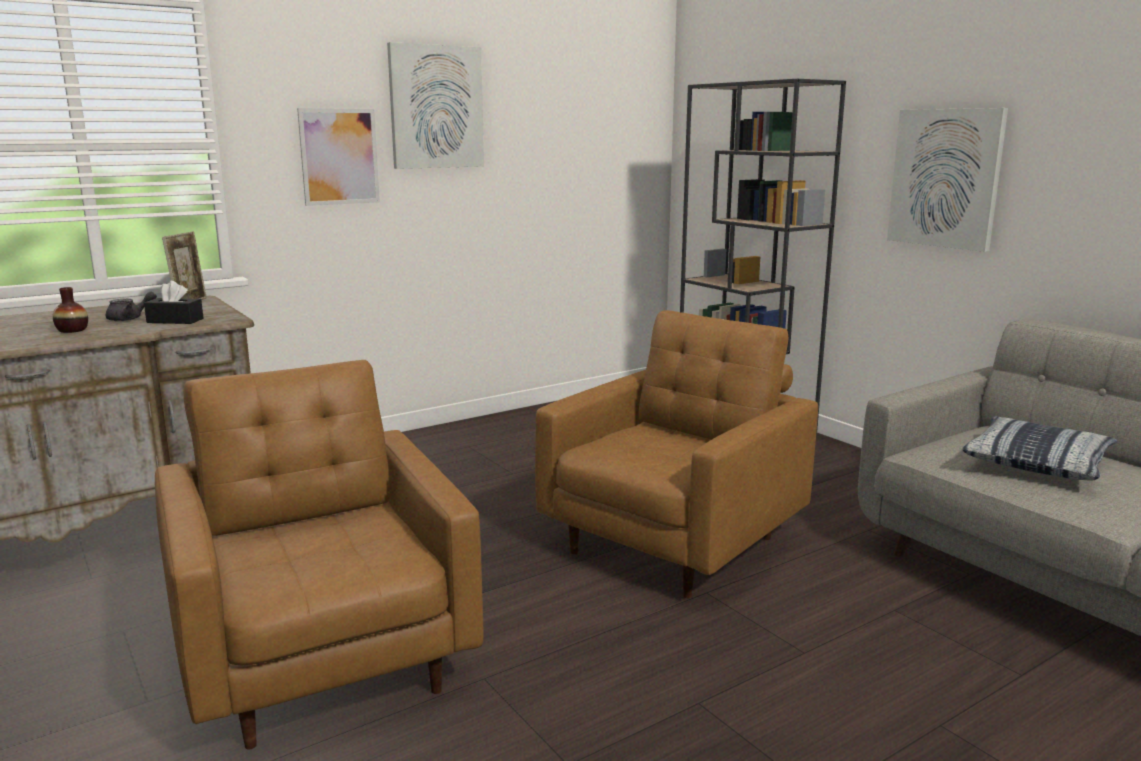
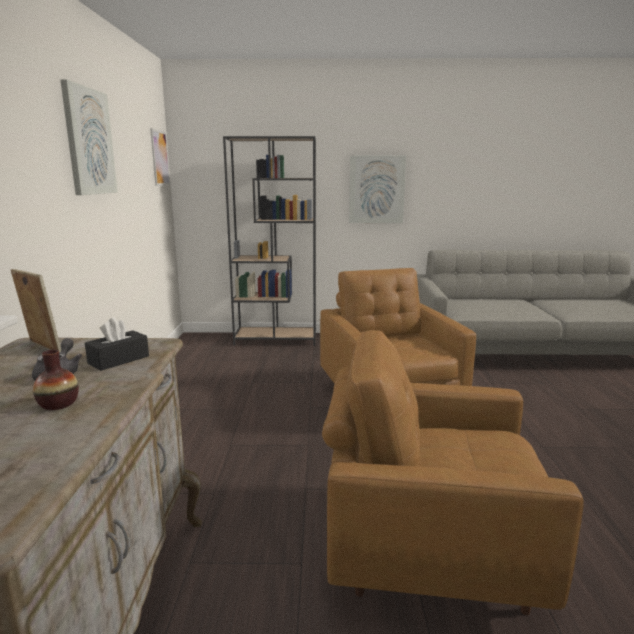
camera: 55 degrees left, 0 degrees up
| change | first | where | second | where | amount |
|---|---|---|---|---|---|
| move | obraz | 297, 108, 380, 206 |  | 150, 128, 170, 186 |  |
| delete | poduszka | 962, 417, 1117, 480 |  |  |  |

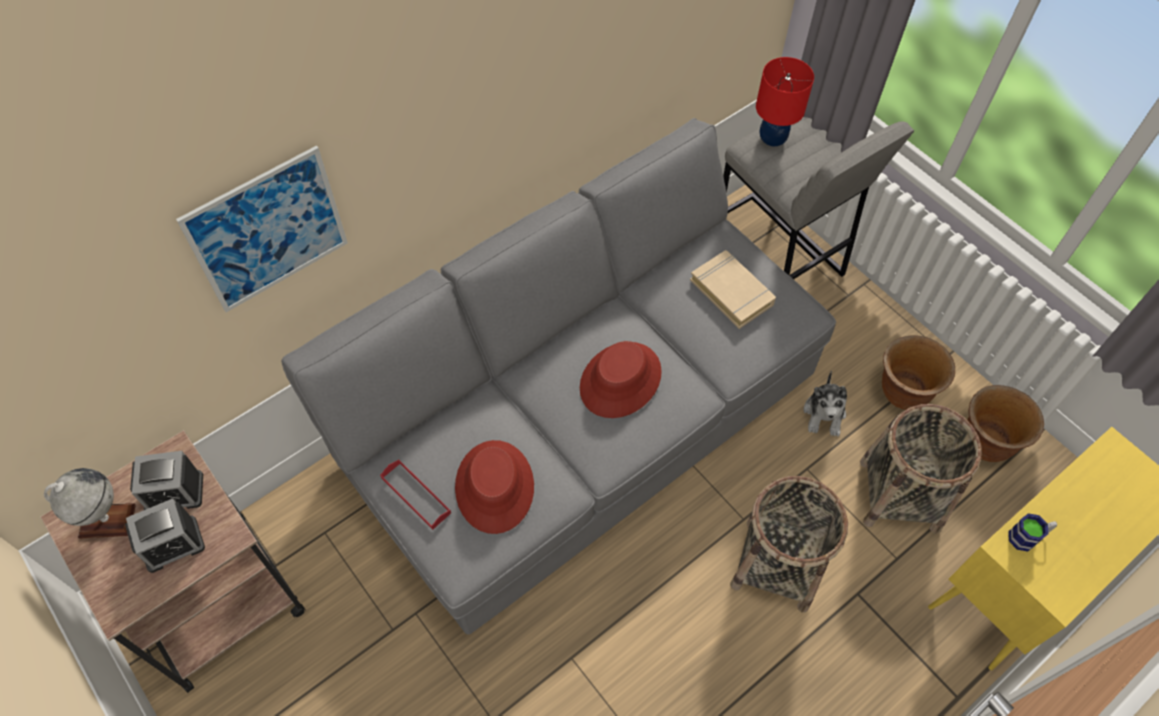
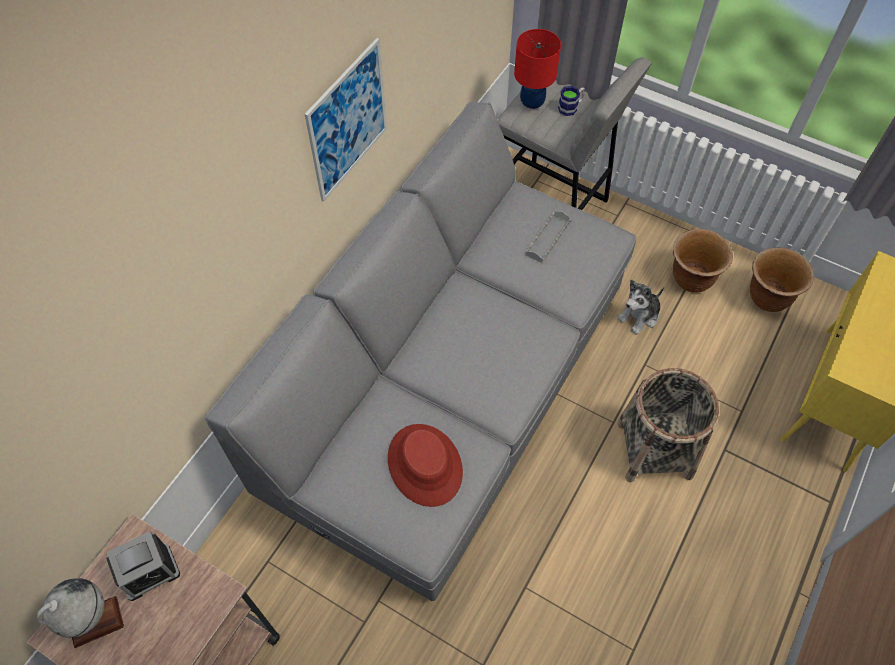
camera: 20 degrees left, 0 degrees up
| change | first | where | second | where | amount |
|---|---|---|---|---|---|
| move | obraz | 176, 146, 348, 312 |  | 305, 38, 387, 202 |  |
| replace | książka (beżowy) | 690, 250, 776, 329 | taca (szary) | 526, 211, 571, 263 |  |
| move | kubek | 1008, 513, 1057, 551 |  | 558, 86, 585, 116 |  |
| rotate | pluszak | 803, 371, 847, 437 |  | 617, 279, 664, 335 | 60 degrees clockwise |
| delete | budzik | 125, 498, 205, 573 |  |  |  |
| delete | taca (czerwony) | 380, 460, 451, 530 |  |  |  |
| delete | kapelusz (czerwony) | 580, 341, 662, 418 |  |  |  |
| delete | koszyk | 860, 404, 982, 534 |  |  |  |

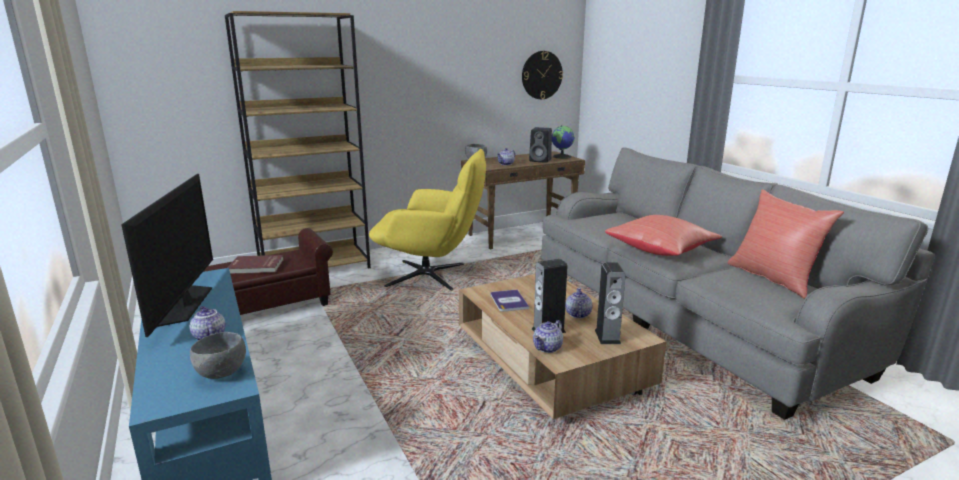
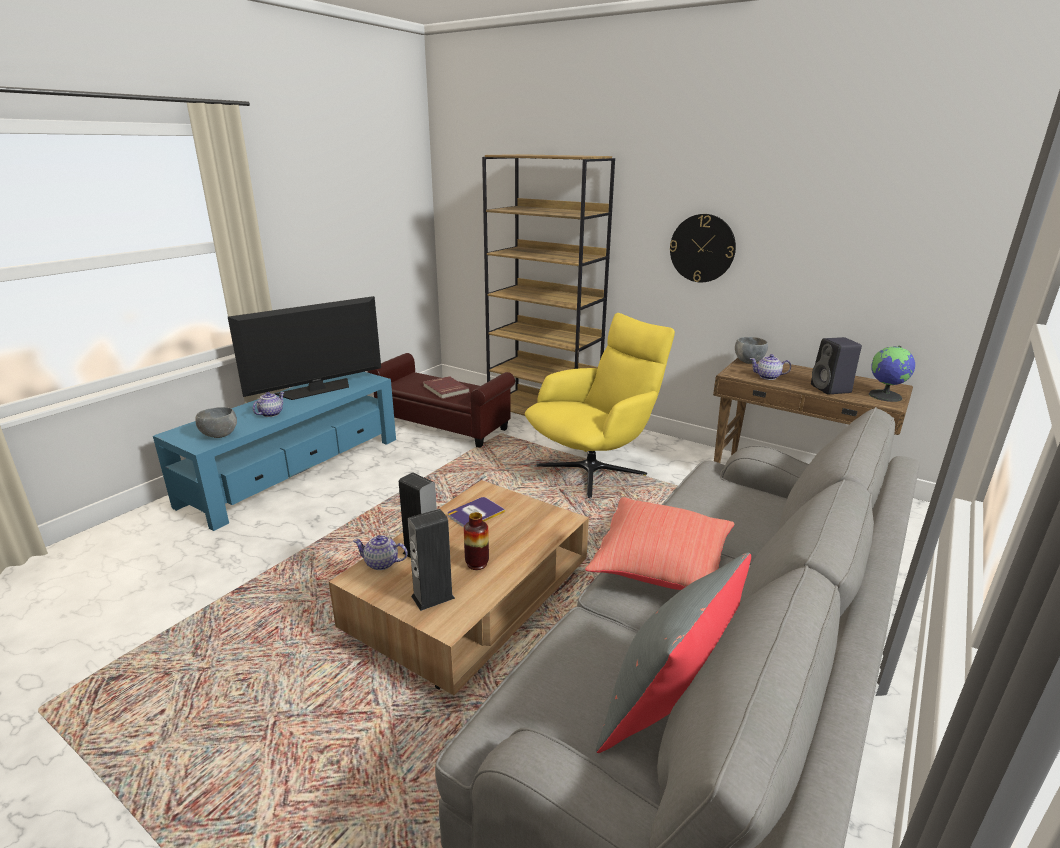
camera: 60 degrees right, 5 degrees up
| change | first | where | second | where | amount |
|---|---|---|---|---|---|
| replace | imbryk | 565, 288, 593, 318 | wazon | 464, 512, 489, 570 |  |
| rotate | fotel (żółty) | 369, 149, 486, 291 |  | 525, 313, 675, 498 | 105 degrees counterclockwise |
| recolor | poduszka (czerwony) | 727, 190, 844, 299 | poduszka (szary) | 596, 553, 751, 753 |  |
| move | zegar ścienny | 522, 51, 563, 99 |  | 670, 214, 736, 282 |  |

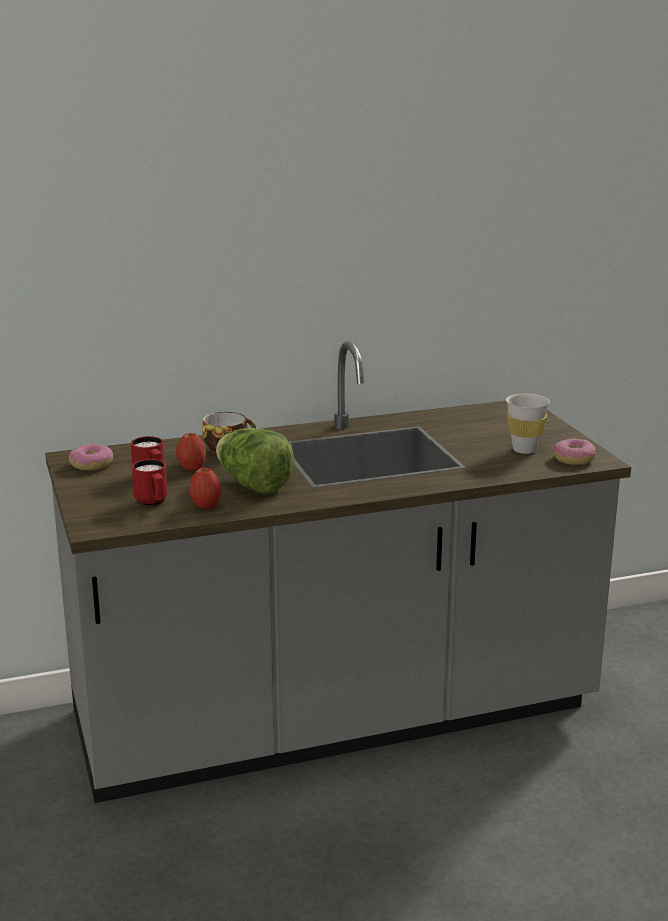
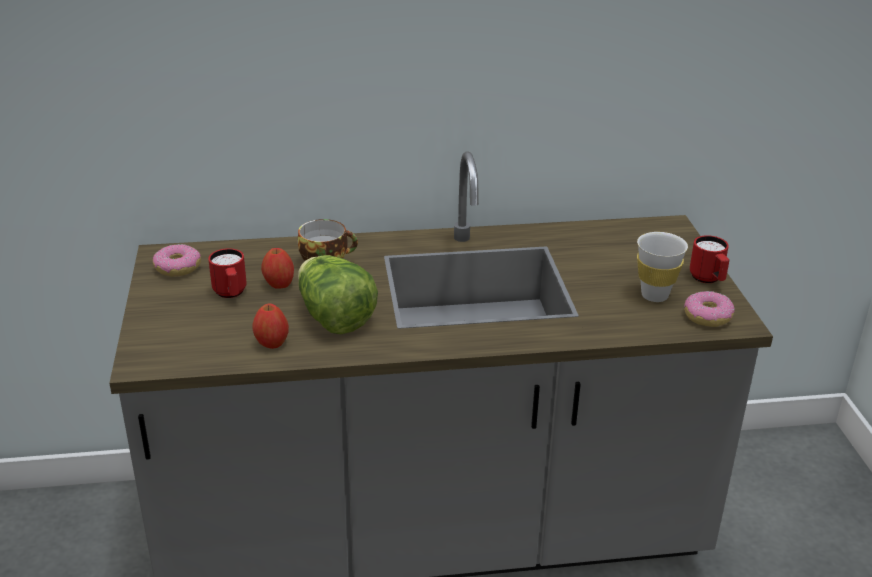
camera: 10 degrees right, 10 degrees up
| change | first | where | second | where | amount |
|---|---|---|---|---|---|
| move | kubek (czerwony) | 132, 459, 167, 506 |  | 690, 235, 729, 283 |  |

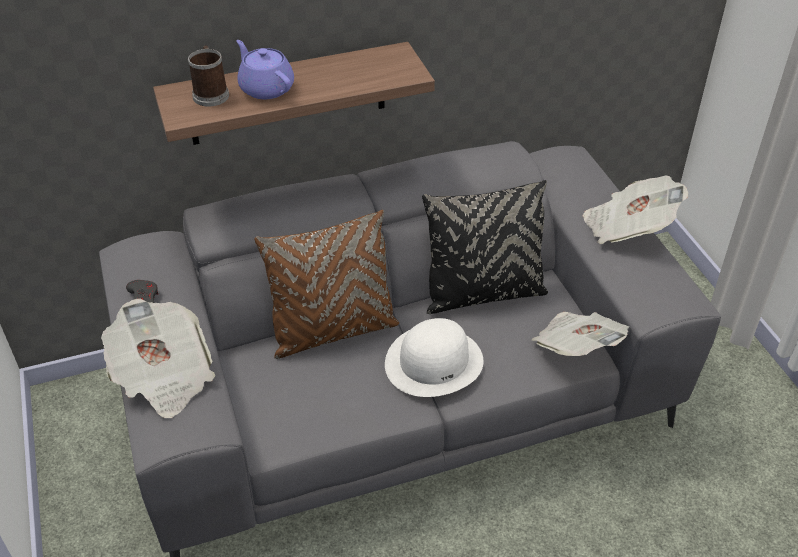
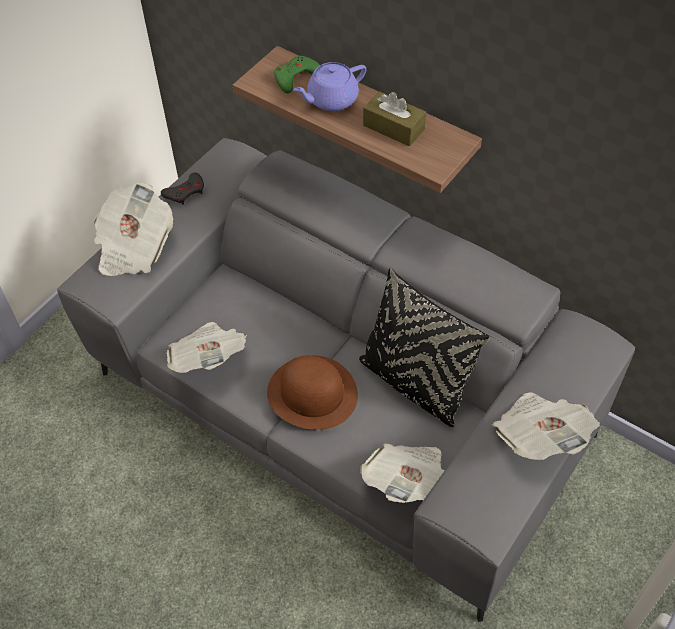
camera: 55 degrees right, 10 degrees up
| change | first | where | second | where | amount |
|---|---|---|---|---|---|
| insert |  |  | gazeta | 167, 322, 247, 373 |  |
| recolor | kapelusz (biały) | 385, 318, 484, 397 | kapelusz (brązowy) | 267, 356, 358, 430 |  |
| replace | kubek | 188, 46, 229, 106 | pad do gier (zielony) | 274, 56, 320, 93 |  |
| rotate | imbryk (fioletowy) | 236, 40, 294, 99 |  | 293, 62, 366, 111 | 135 degrees counterclockwise |
| insert |  |  | pudełko chusteczek (brązowy) | 363, 91, 426, 147 |  |
| delete | poduszka (brązowy) | 254, 210, 399, 359 |  |  |  |

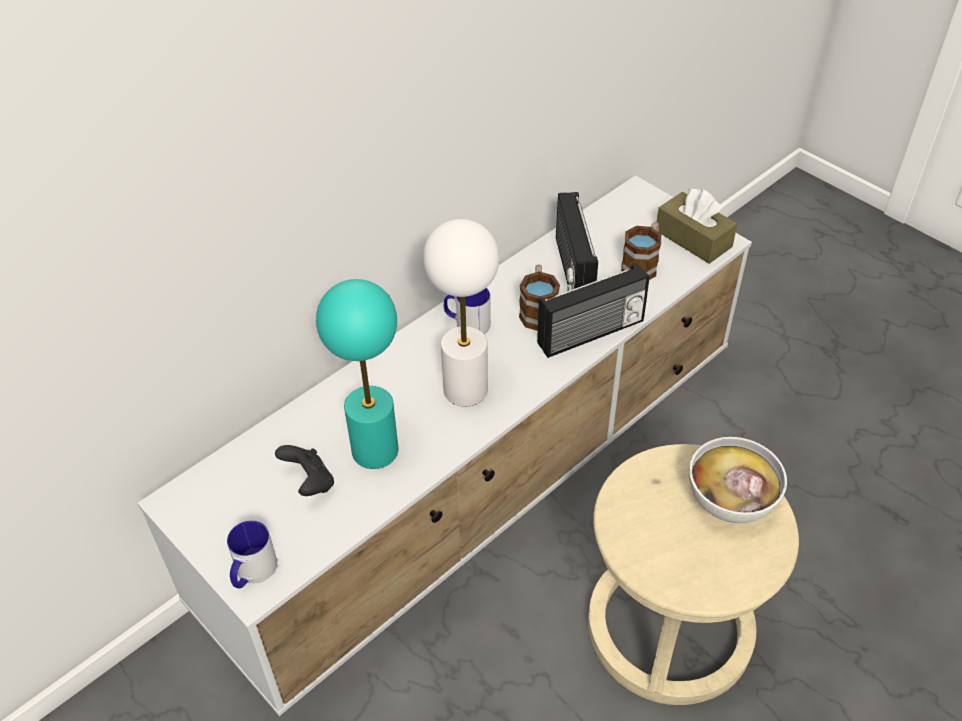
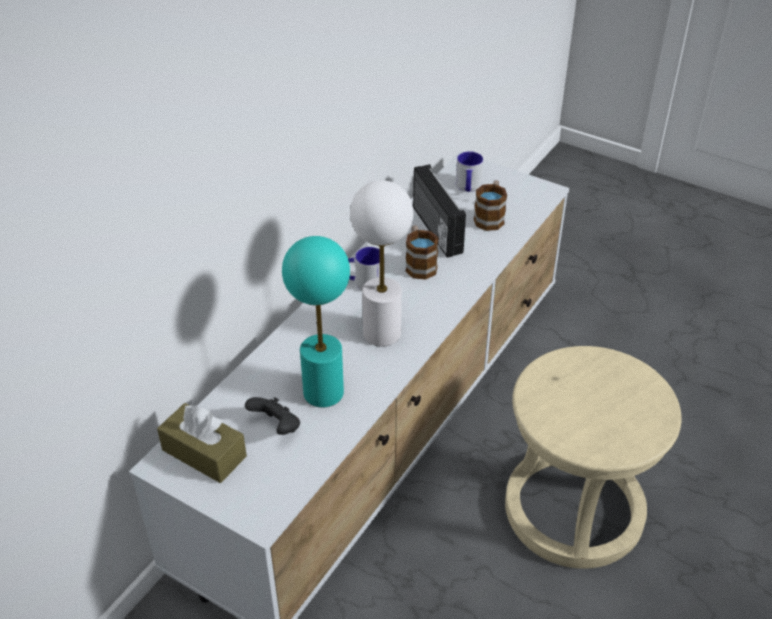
camera: 15 degrees left, 5 degrees down
| change | first | where | second | where | amount |
|---|---|---|---|---|---|
| move | pudełko chusteczek (brązowy) | 657, 188, 737, 264 |  | 157, 403, 247, 483 |  |
| move | kubek | 227, 520, 277, 588 |  | 456, 151, 483, 192 |  |
| delete | radio | 537, 263, 650, 358 |  |  |  |
| delete | miska | 689, 437, 787, 523 |  |  |  |

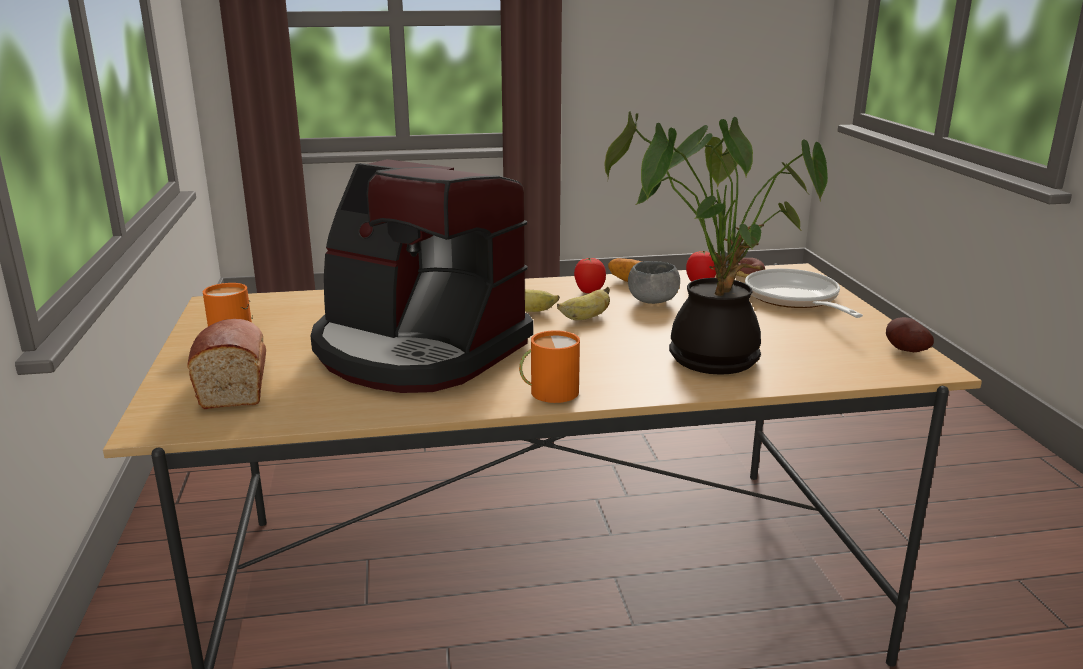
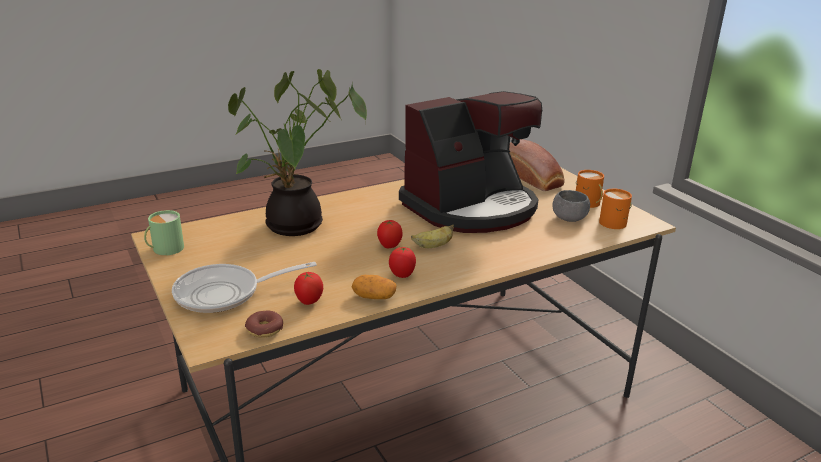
camera: 160 degrees right, 5 degrees up
| change | first | where | second | where | amount |
|---|---|---|---|---|---|
| replace | ziemniak | 886, 317, 934, 352 | kubek (zielony) | 144, 210, 184, 256 |  |
| rotate | patelnia | 745, 269, 863, 318 |  | 172, 262, 317, 313 | 105 degrees clockwise |
| replace | banan | 557, 287, 610, 320 | pomidor | 377, 220, 403, 248 |  |
| rotate | ekspres do kawy | 311, 159, 533, 393 |  | 399, 91, 542, 233 | 135 degrees clockwise |
| move | miska (szary) | 628, 261, 680, 304 |  | 552, 190, 590, 222 |  |
| move | kubek (pomarańczowy) | 519, 330, 580, 403 |  | 599, 189, 632, 229 |  |

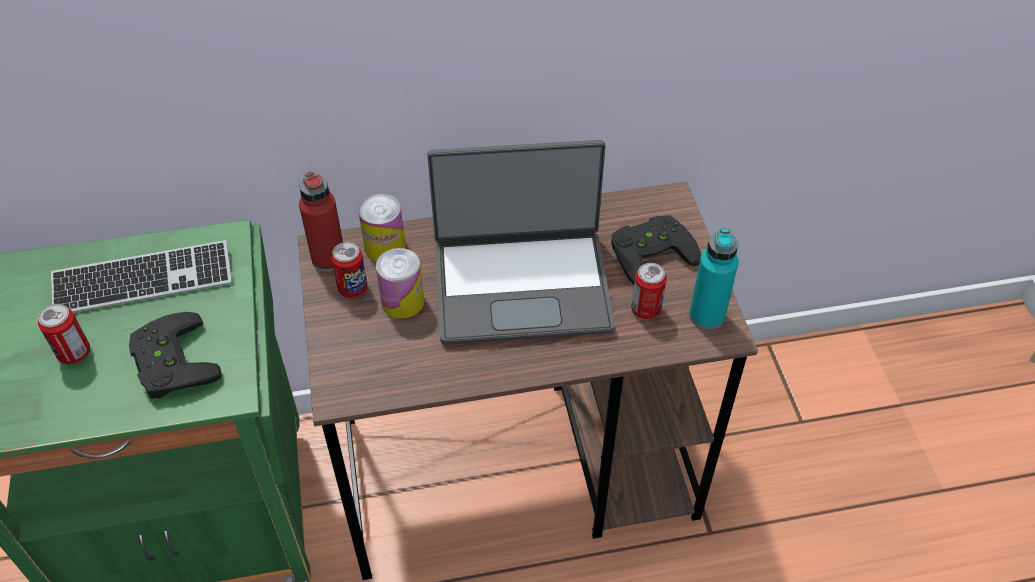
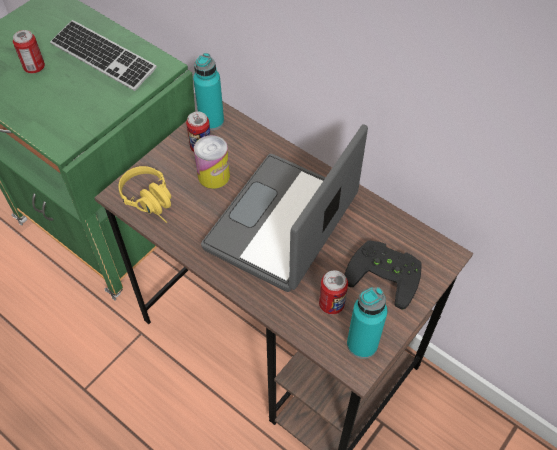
camera: 50 degrees right, 5 degrees up
| change | first | where | second | where | amount |
|---|---|---|---|---|---|
| insert |  |  | słuchawki (żółty) | 118, 166, 171, 223 |  |
| recolor | butelka (czerwony) | 299, 171, 343, 272 | butelka (turkusowy) | 193, 53, 224, 131 |  |
| rotate | laptop | 427, 140, 615, 344 |  | 201, 124, 368, 292 | 75 degrees clockwise |
| delete | pad do gier (czarny) | 129, 312, 222, 399 |  |  |  |
| delete | puszka | 358, 194, 405, 261 |  |  |  |

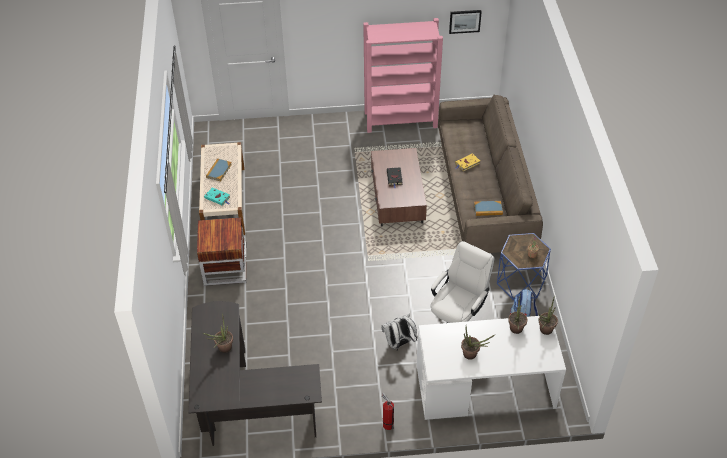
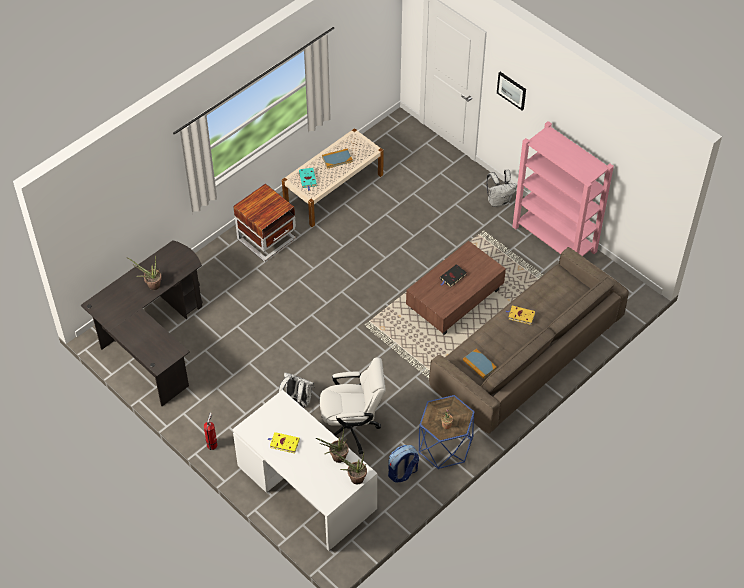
camera: 50 degrees right, 5 degrees up
| change | first | where | second | where | amount |
|---|---|---|---|---|---|
| replace | roślina doniczkowa | 461, 327, 495, 360 | książka (żółty) | 268, 432, 300, 453 |  |
| insert |  |  | plecak (biały) | 487, 169, 517, 207 |  |
| move | obraz | 449, 10, 482, 34 |  | 497, 72, 526, 111 |  |

